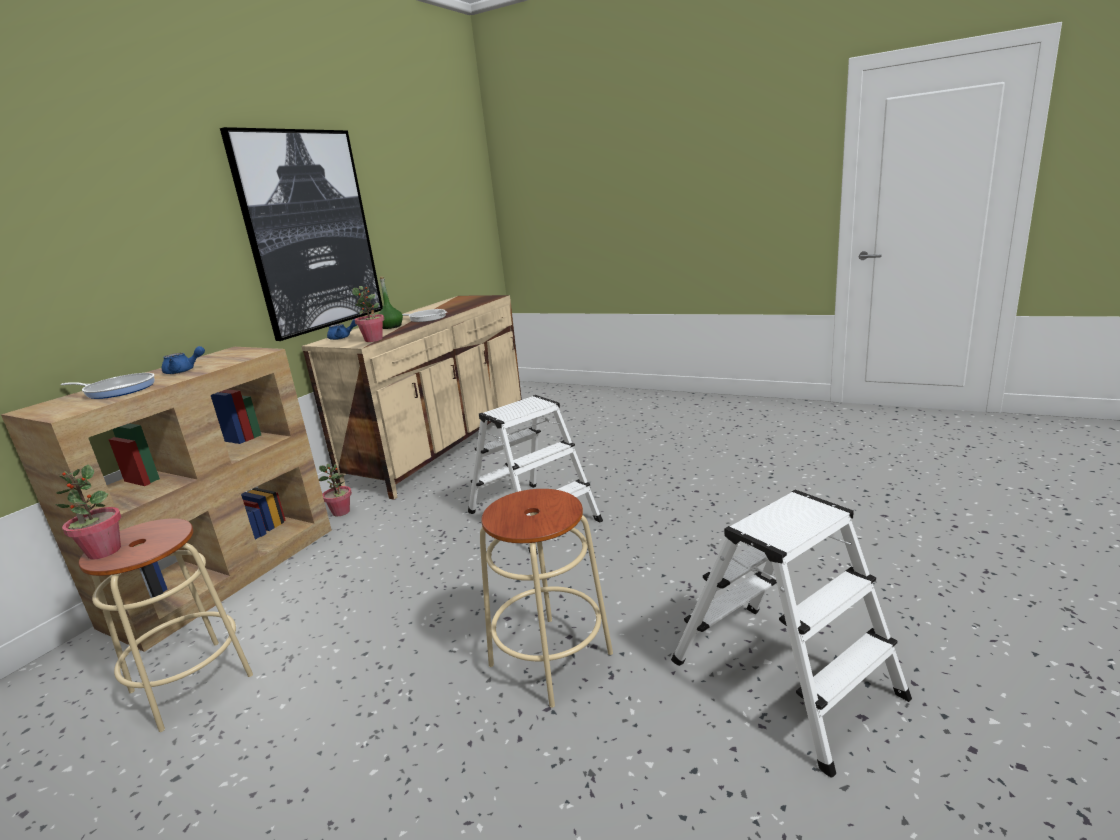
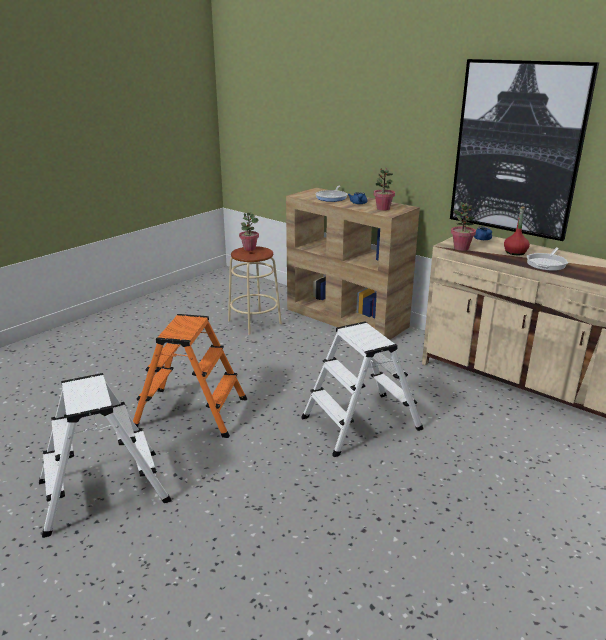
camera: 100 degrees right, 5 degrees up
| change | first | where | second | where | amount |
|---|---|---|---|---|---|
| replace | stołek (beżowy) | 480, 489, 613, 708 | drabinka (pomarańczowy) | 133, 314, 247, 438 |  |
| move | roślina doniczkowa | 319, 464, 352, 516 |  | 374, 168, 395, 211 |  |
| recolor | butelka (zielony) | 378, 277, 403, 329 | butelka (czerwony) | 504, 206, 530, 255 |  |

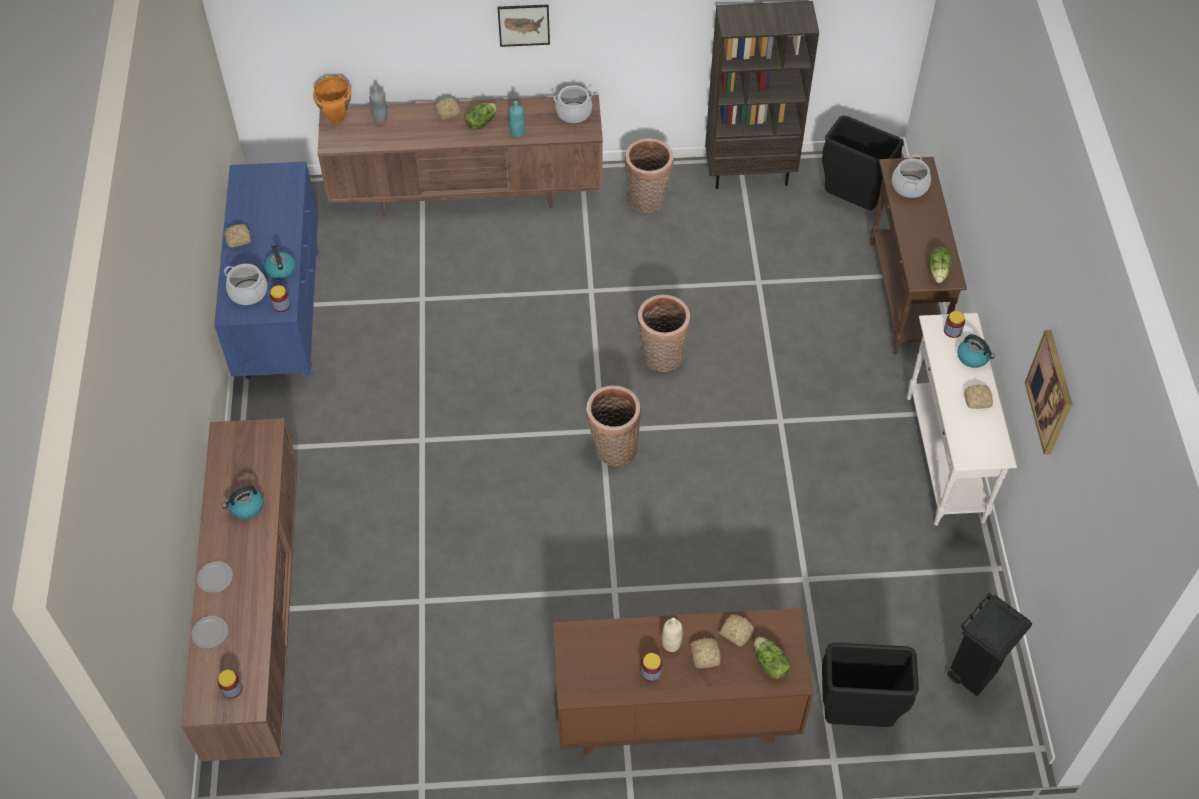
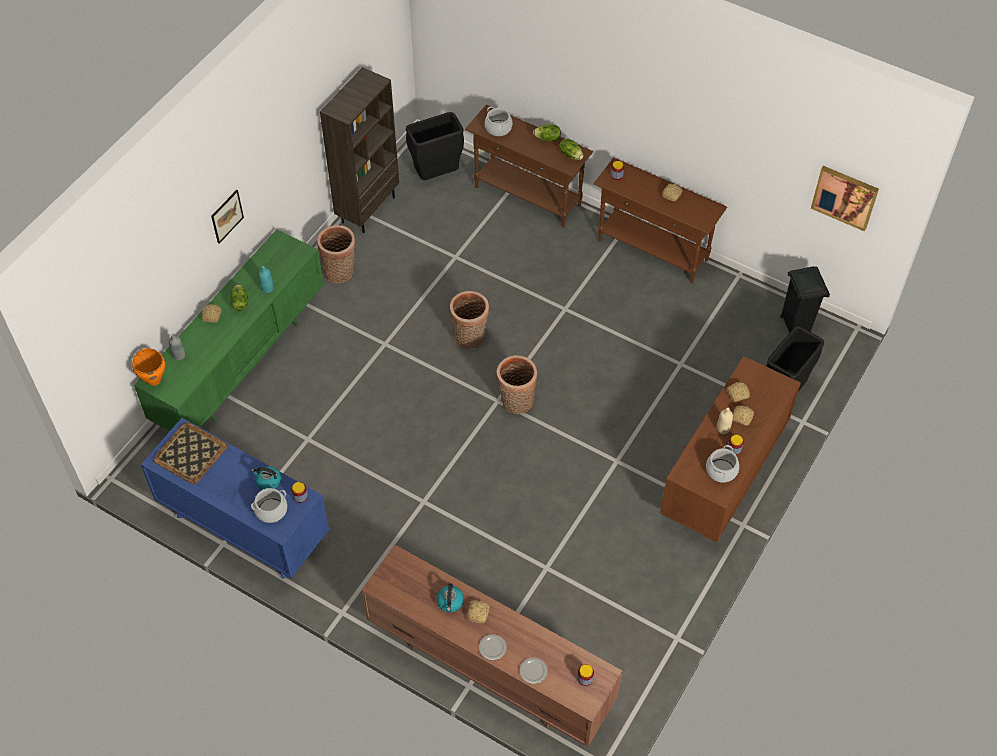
camera: 55 degrees left, 0 degrees up
| change | first | where | second | where | amount |
|---|---|---|---|---|---|
| recolor | szafka (brązowy) | 318, 95, 603, 216 | szafka (zielony) | 134, 229, 324, 431 |  |
| insert |  |  | taca | 153, 422, 227, 484 |  |
| move | chleb | 224, 224, 251, 247 |  | 467, 600, 490, 623 |  |
| move | sałata | 754, 637, 790, 679 |  | 533, 124, 561, 141 |  |
| recolor | stolik konsolowy (biały) | 907, 313, 1017, 526 | stolik konsolowy (brązowy) | 594, 157, 727, 283 |  |
| move | garnek | 554, 85, 594, 123 |  | 706, 445, 739, 483 |  |
| move | obraz | 1025, 330, 1073, 455 |  | 811, 166, 879, 232 |  |
| delete | czajnik | 957, 334, 995, 368 |  |  |  |

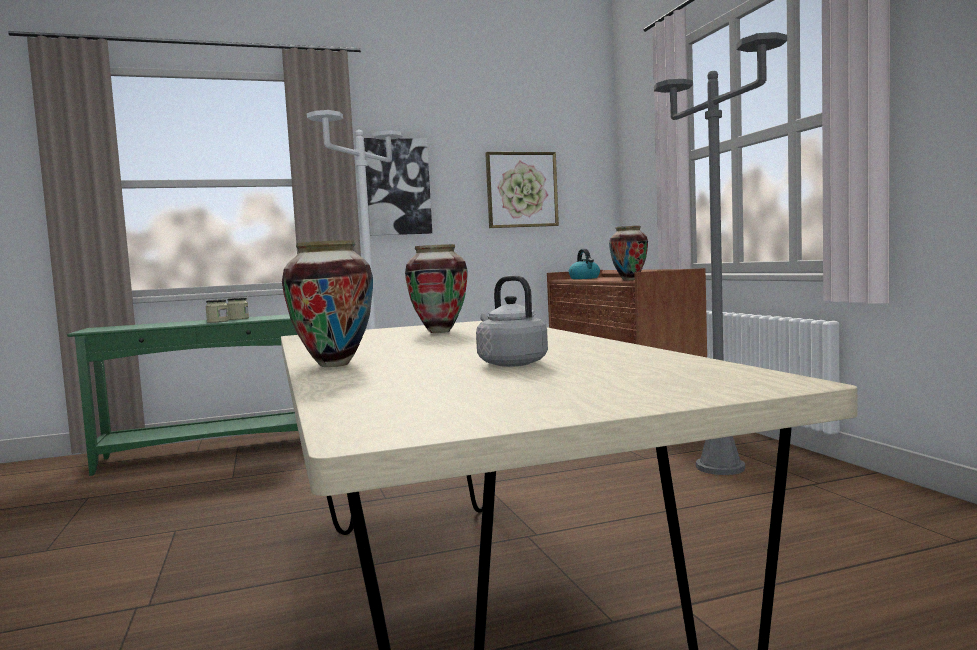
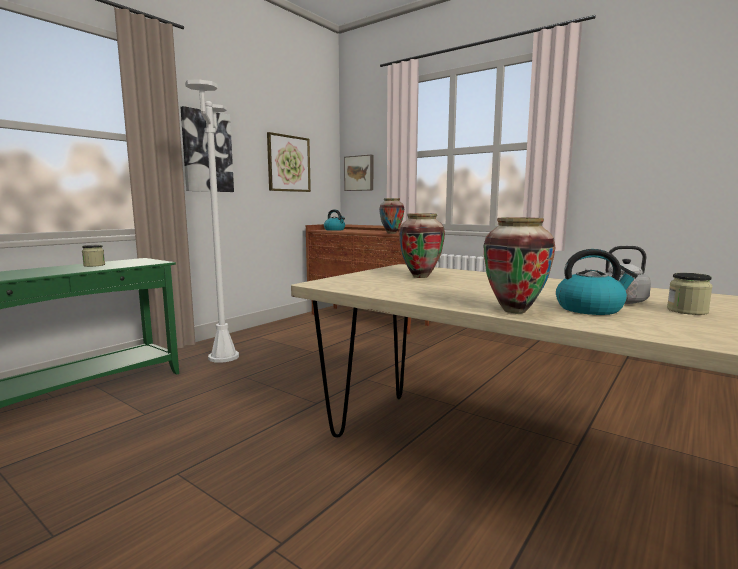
camera: 35 degrees left, 5 degrees up
| change | first | where | second | where | amount |
|---|---|---|---|---|---|
| insert |  |  | obraz | 344, 155, 373, 191 |  |
| insert |  |  | czajnik | 556, 249, 638, 315 |  |
| move | słoik | 205, 299, 229, 323 |  | 667, 273, 713, 315 |  |
| delete | lampa stojąca (szary) | 654, 32, 787, 475 |  |  |  |

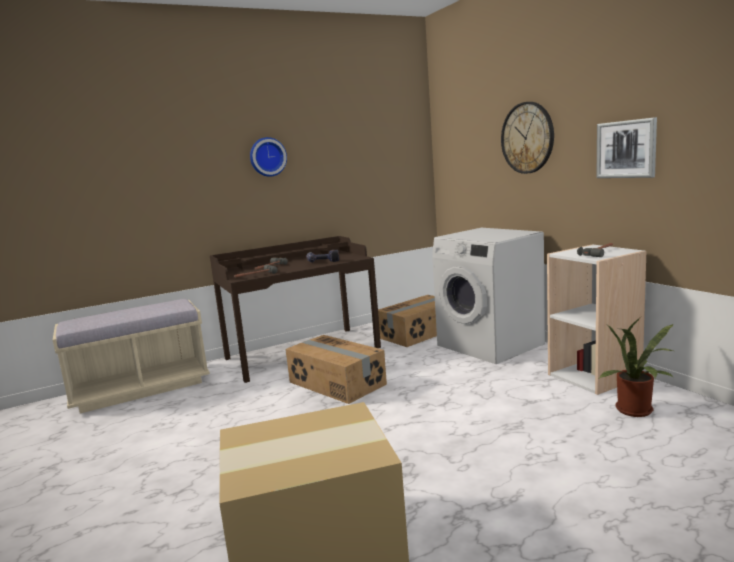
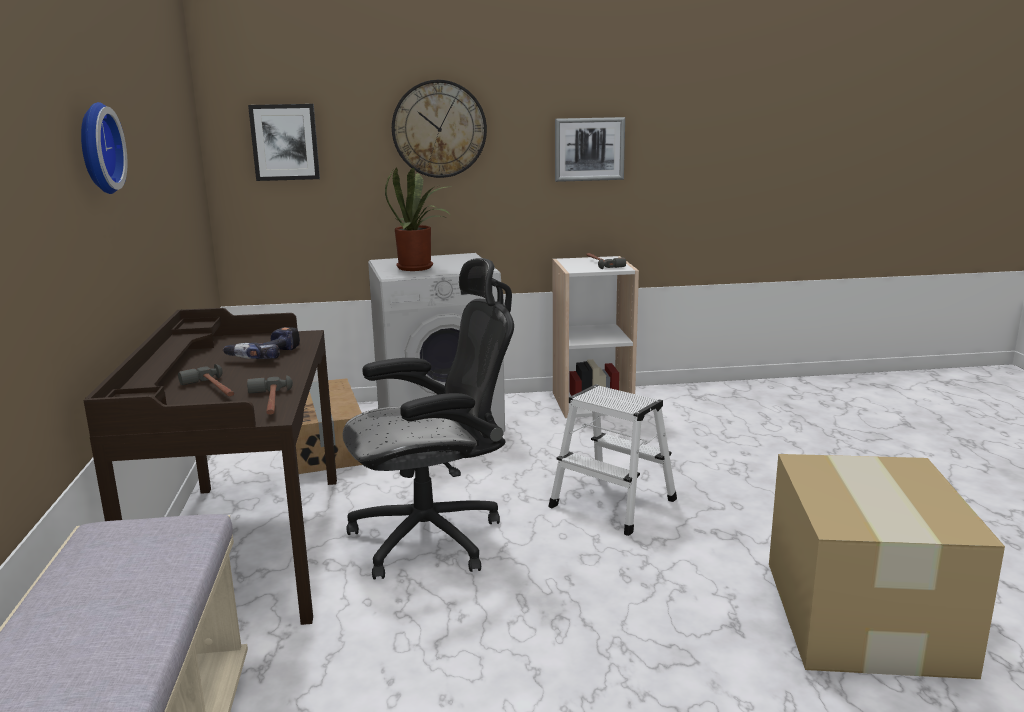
camera: 70 degrees left, 5 degrees up
| change | first | where | second | where | amount |
|---|---|---|---|---|---|
| insert |  |  | obraz | 248, 104, 320, 181 |  |
| replace | karton | 285, 335, 387, 404 | krzesło biurowe | 343, 258, 514, 579 |  |
| move | roślina doniczkowa | 599, 318, 674, 417 |  | 385, 167, 452, 271 |  |
| insert |  |  | drabinka (biały) | 548, 384, 677, 536 |  |

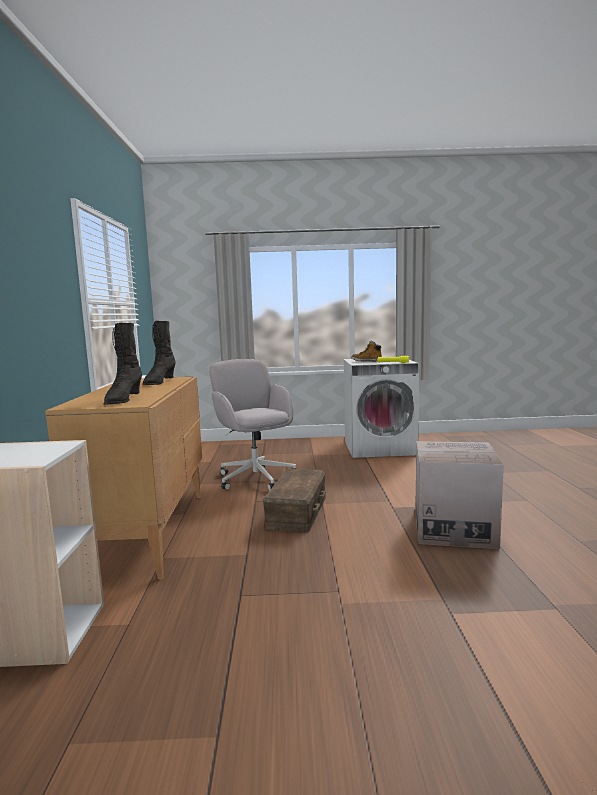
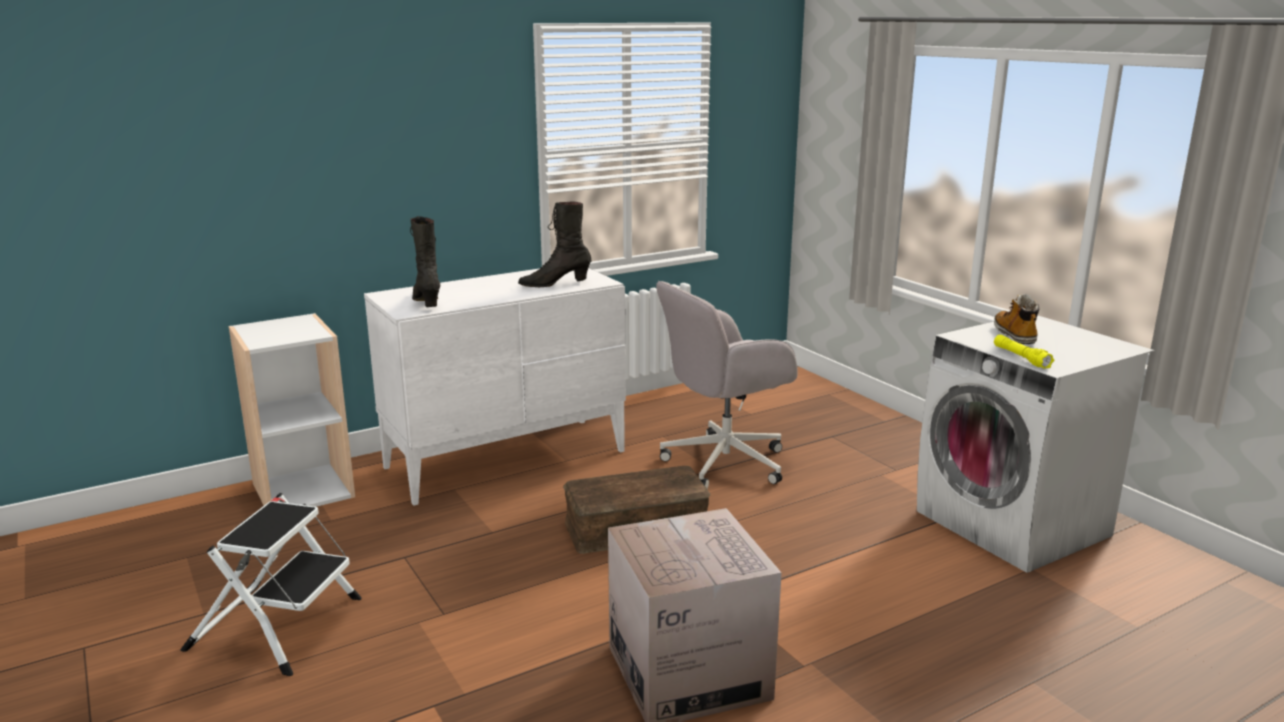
camera: 60 degrees right, 10 degrees up
| change | first | where | second | where | amount |
|---|---|---|---|---|---|
| insert |  |  | drabinka | 180, 493, 362, 676 |  |
| recolor | szafka (brązowy) | 45, 377, 202, 579 | szafka (biały) | 364, 268, 626, 506 |  |
| rotate | but z cholewką (czarny) | 104, 323, 142, 405 |  | 410, 216, 440, 307 | 90 degrees clockwise |
| rotate | krzesło biurowe (szary) | 209, 359, 296, 491 |  | 656, 281, 798, 488 | 150 degrees counterclockwise |

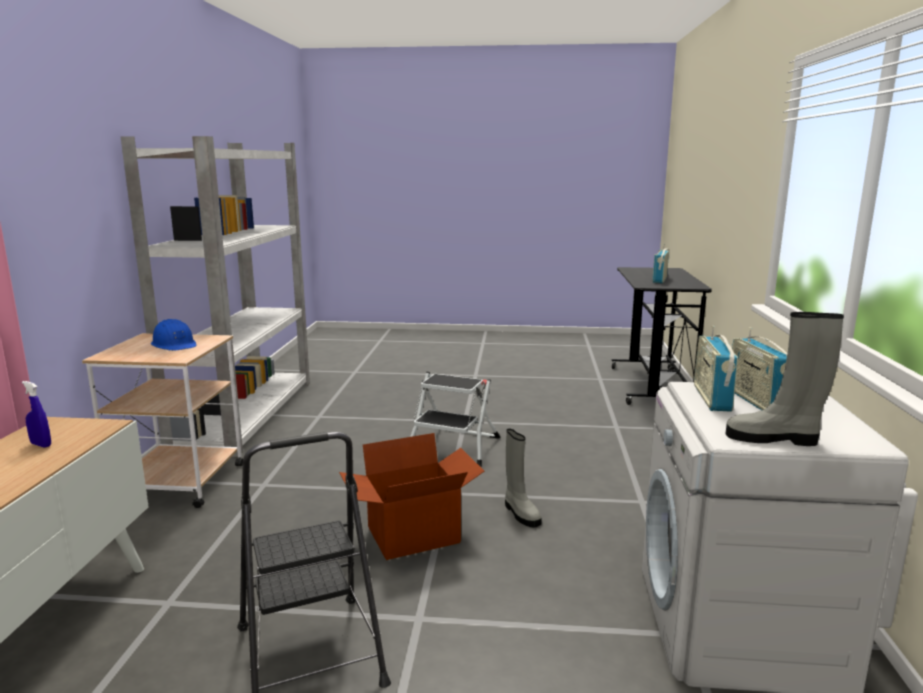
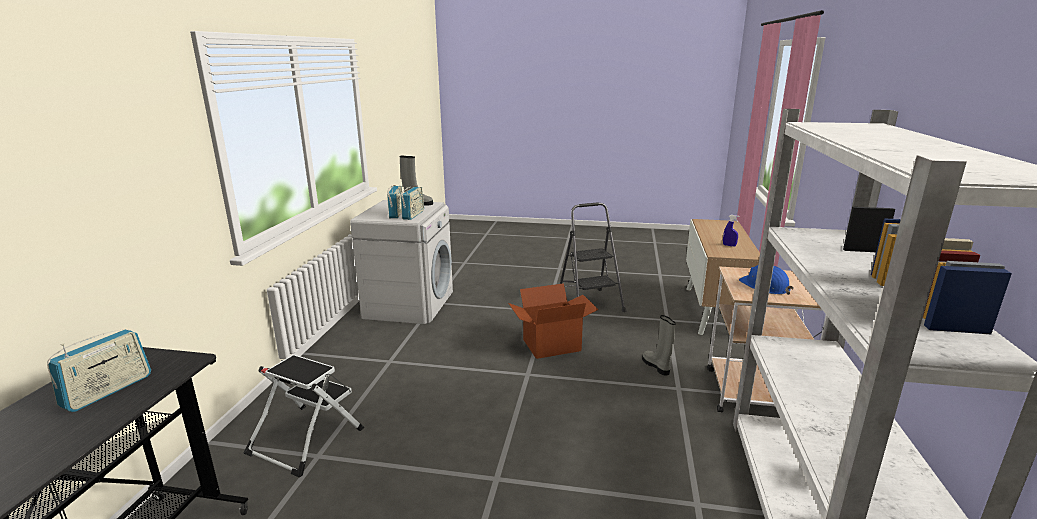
camera: 175 degrees left, 5 degrees up
| change | first | where | second | where | amount |
|---|---|---|---|---|---|
| move | drabinka | 410, 372, 501, 467 |  | 244, 355, 365, 478 |  |
| move | but z cholewką (szary) | 505, 429, 542, 528 |  | 642, 315, 676, 376 |  |

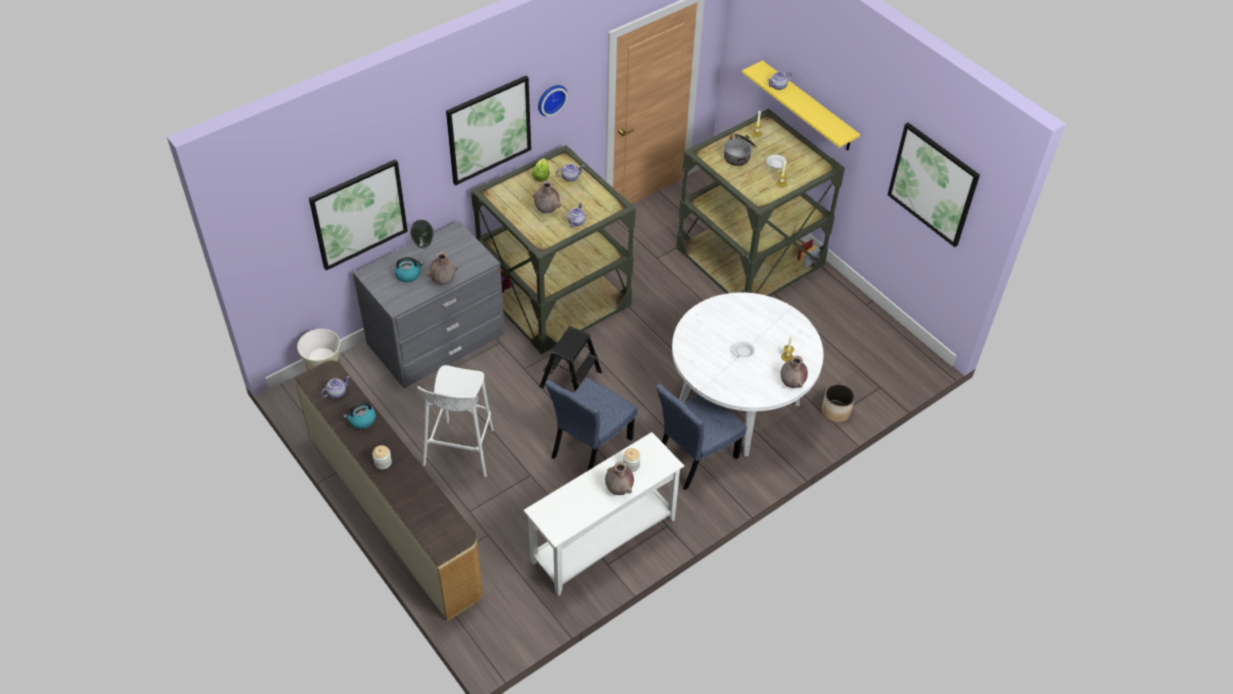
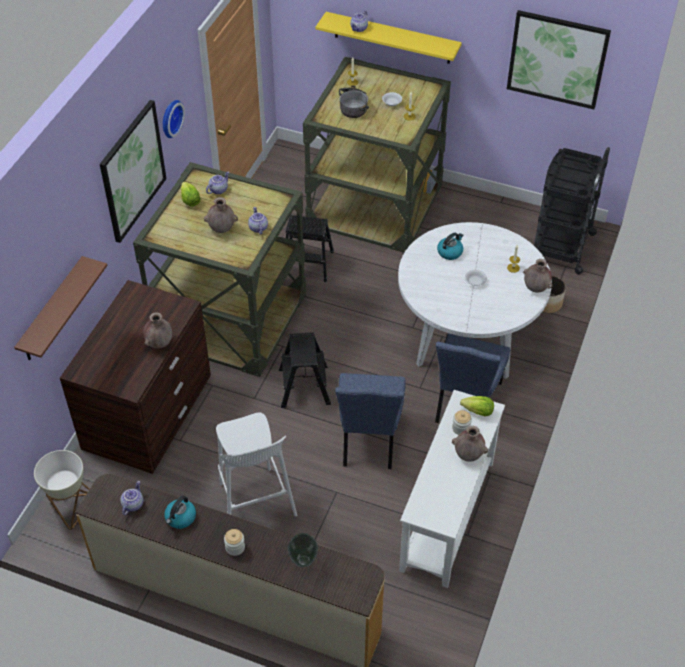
camera: 30 degrees left, 0 degrees up
| change | first | where | second | where | amount |
|---|---|---|---|---|---|
| replace | obraz | 309, 159, 408, 270 | półka (brązowy) | 14, 256, 108, 361 |  |
| recolor | komoda (szary) | 353, 221, 505, 388 | komoda (brązowy) | 60, 280, 211, 474 |  |
| insert |  |  | drabinka (czarny) | 286, 215, 334, 282 |  |
| move | wazon | 410, 220, 434, 249 |  | 288, 533, 318, 567 |  |
| move | czajnik | 395, 257, 423, 282 |  | 437, 233, 463, 260 |  |
| insert |  |  | sałata | 460, 396, 494, 416 |  |
| insert |  |  | wózek (czarny) | 534, 147, 610, 275 |  |

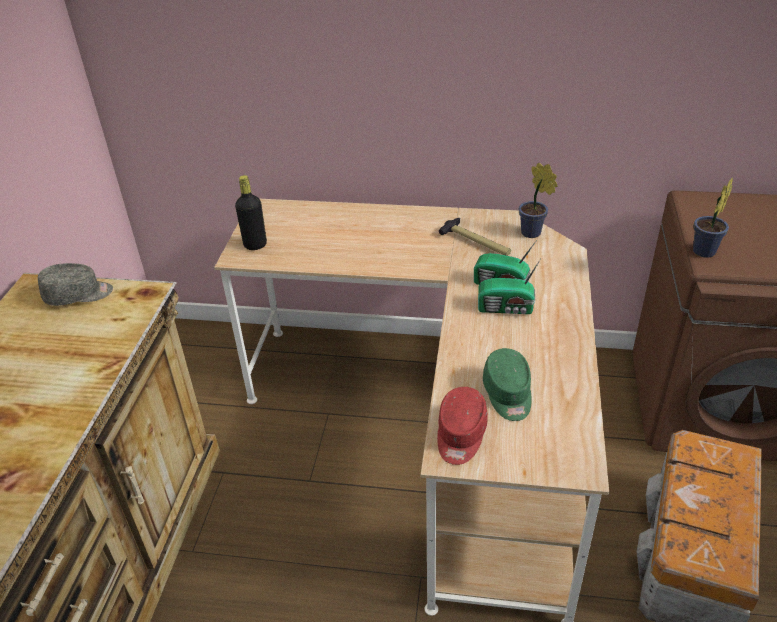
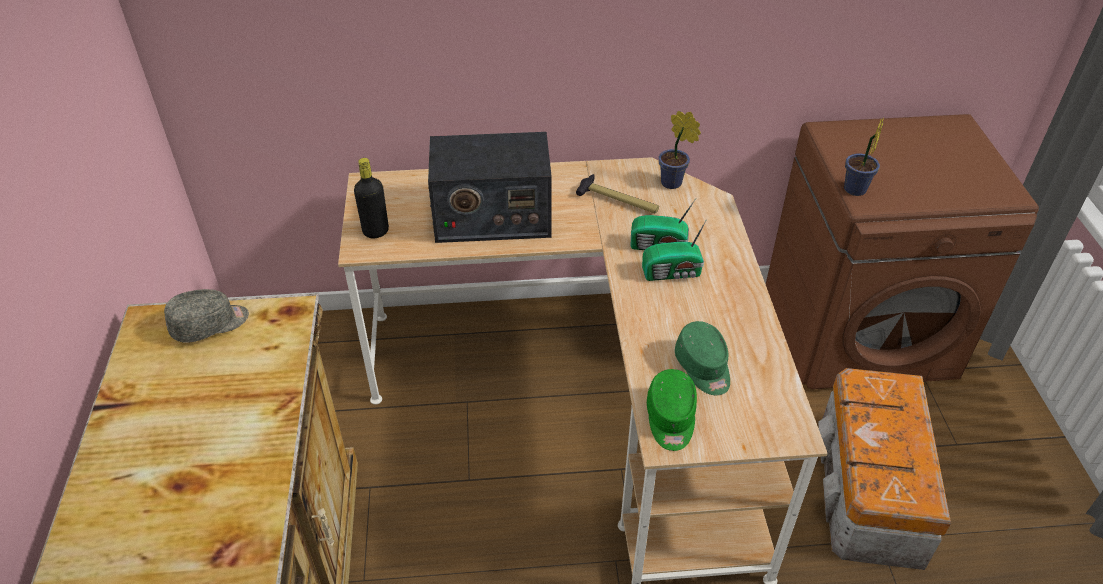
camera: 15 degrees left, 5 degrees up
| change | first | where | second | where | amount |
|---|---|---|---|---|---|
| insert |  |  | radio | 428, 132, 552, 243 |  |
| recolor | czapka z daszkiem (czerwony) | 437, 387, 488, 465 | czapka z daszkiem (zielony) | 647, 369, 697, 451 |  |

